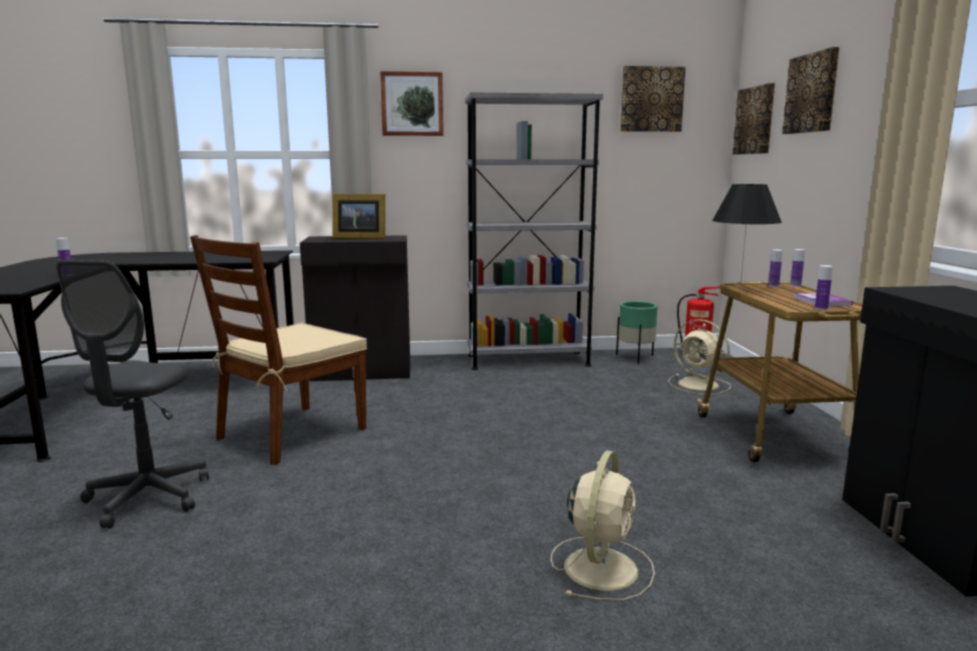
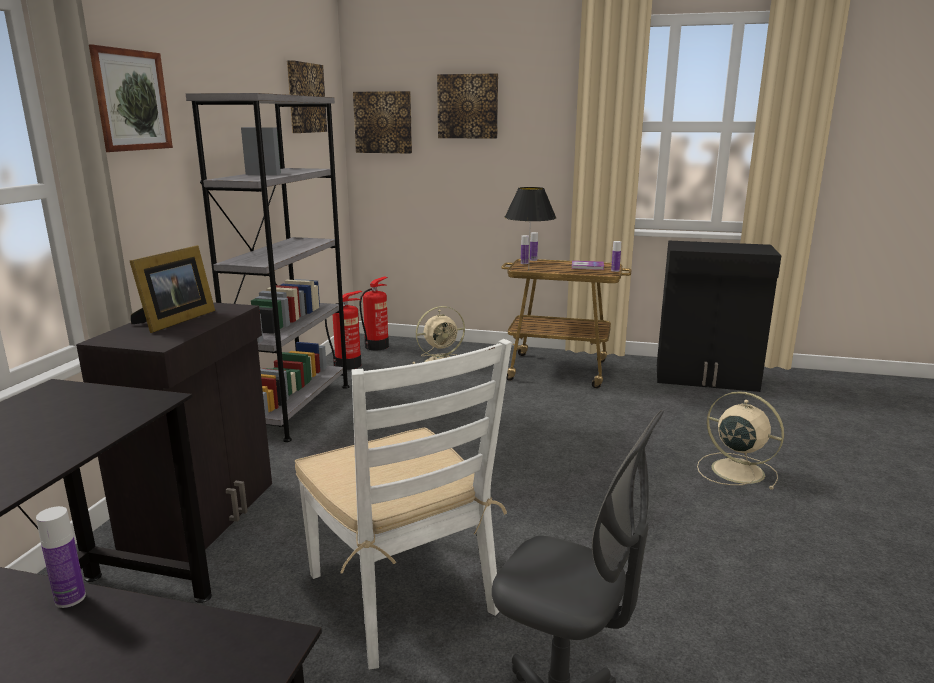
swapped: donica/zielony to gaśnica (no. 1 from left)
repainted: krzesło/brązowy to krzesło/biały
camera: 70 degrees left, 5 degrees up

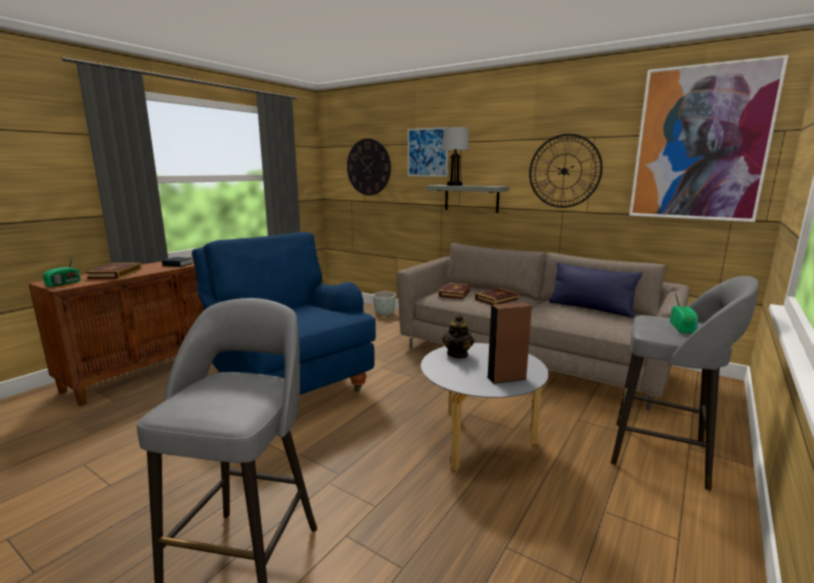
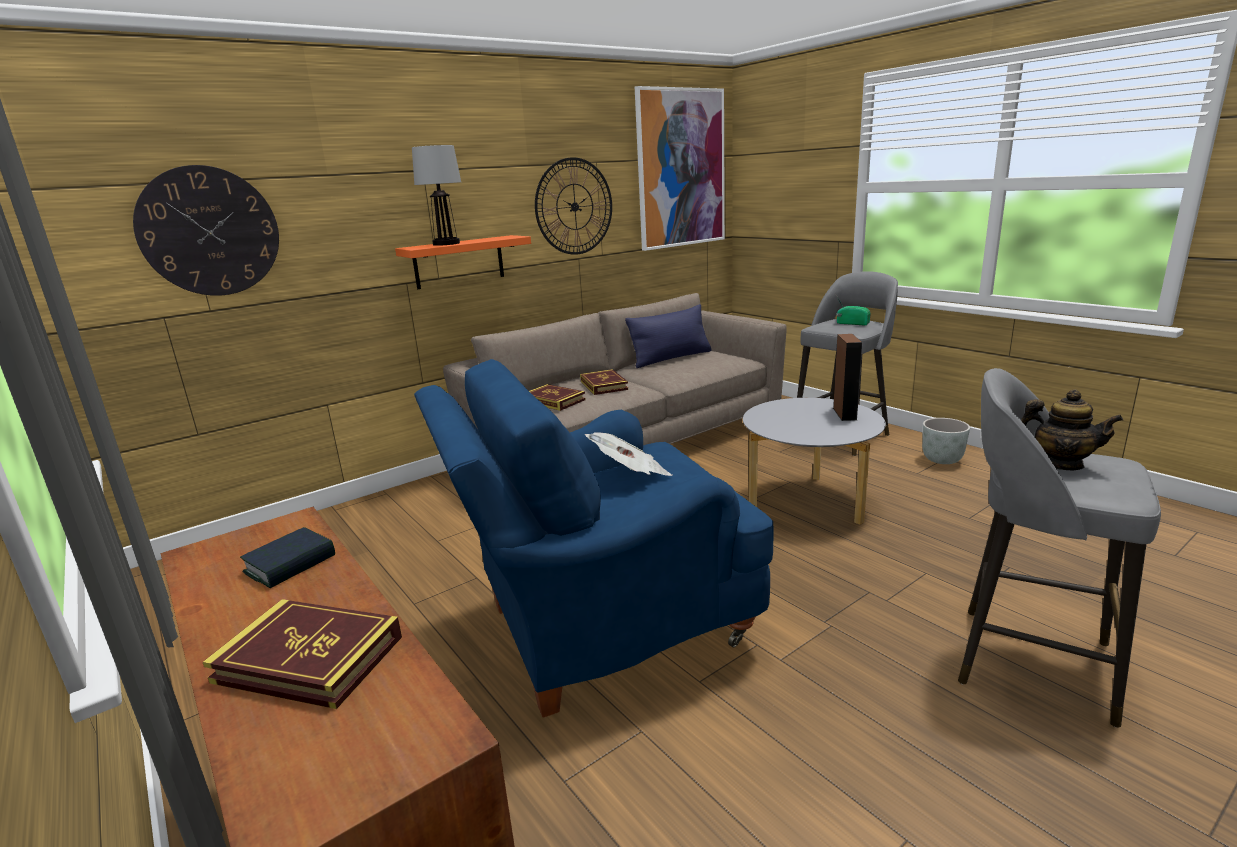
gone: radio (no. 1 from left); obraz (no. 1 from left)
new: gazeta
shifted: donica/szary; imbryk
repainted: półka/szary to półka/pomarańczowy
camera: 70 degrees left, 5 degrees up

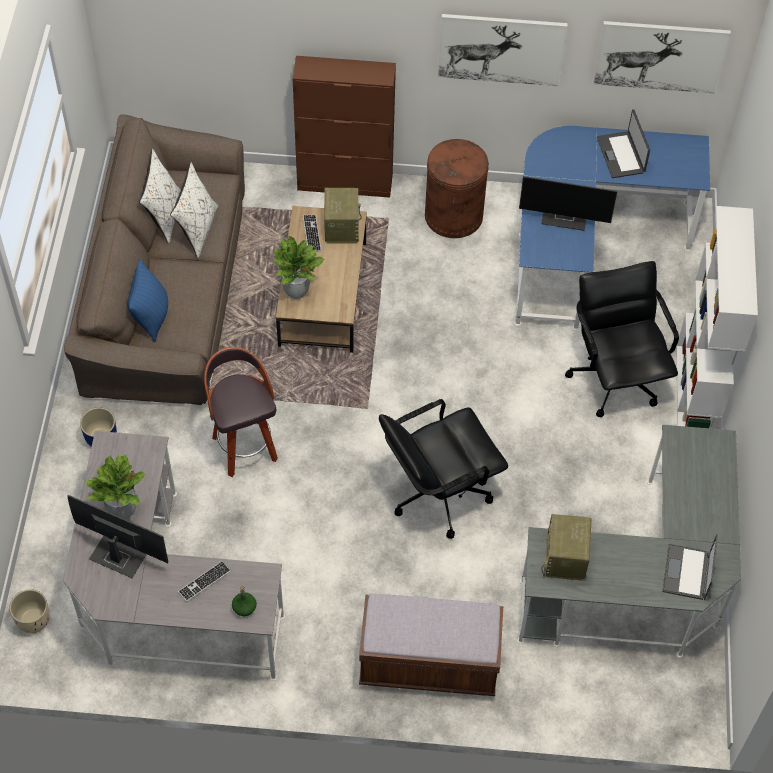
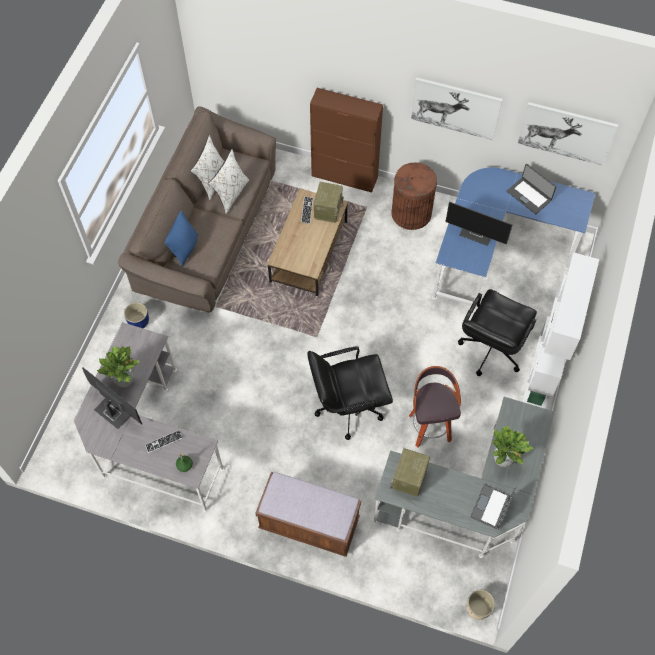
shifted: donica/beżowy; stołek; roślina doniczkowa (no. 2 from left)
rotated: krzesło biurowe/czarny (no. 2 from left) 150 degrees counterclockwise; laptop (no. 1 from left in the first image) 45 degrees counterclockwise
camera: 15 degrees right, 5 degrees up

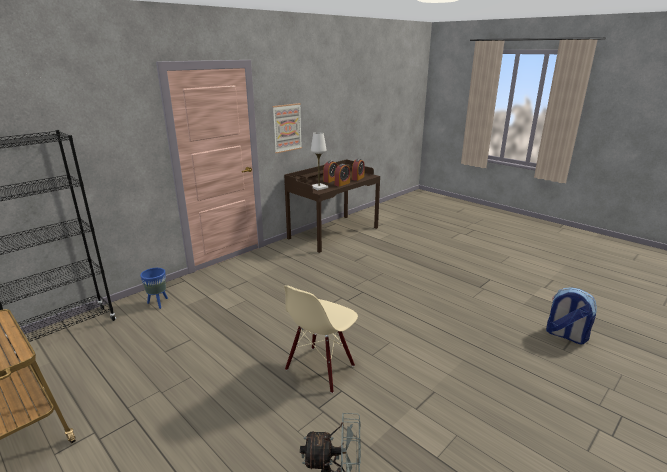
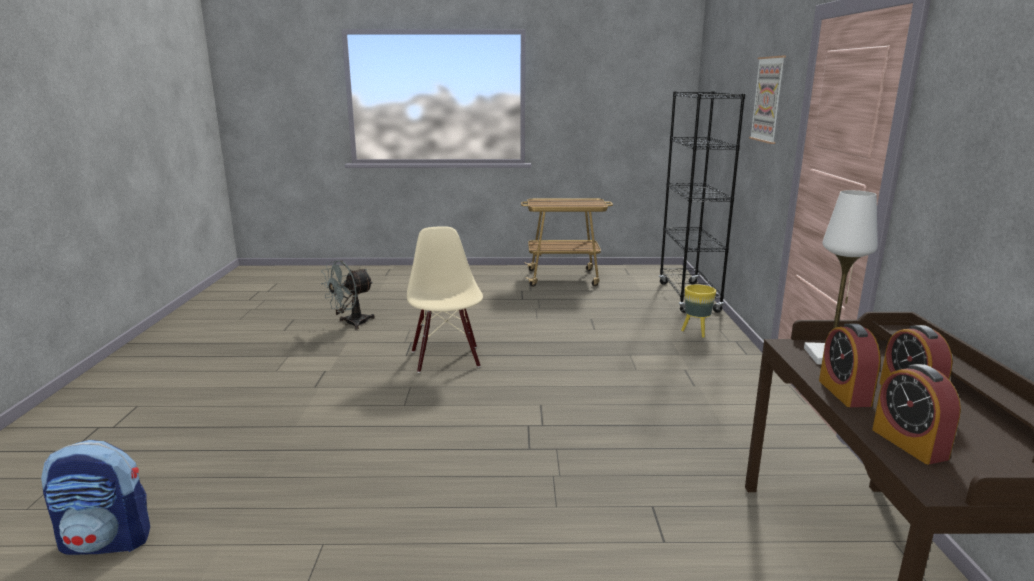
shifted: obraz
repainted: donica/niebieski to donica/żółty
camera: 135 degrees right, 5 degrees down

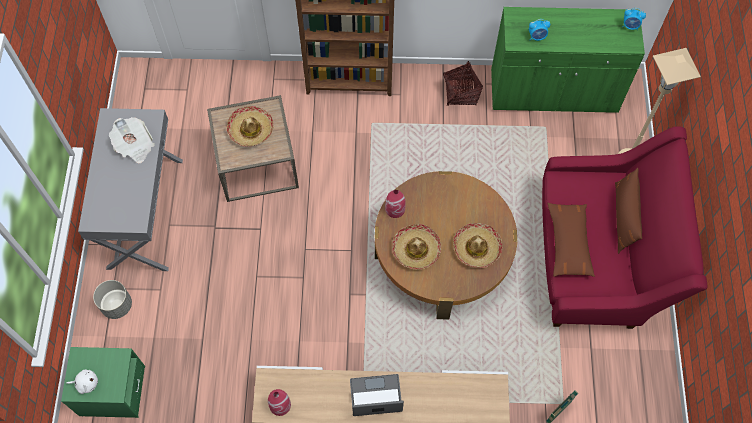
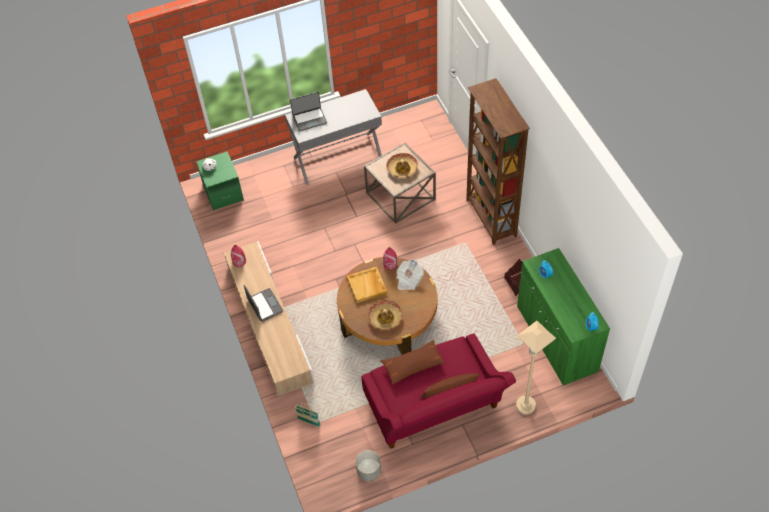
new: laptop (no. 2 from left)
shifted: donica/szary; gazeta
swapped: kapelusz (no. 2 from left) to taca/beżowy
camera: 70 degrees right, 10 degrees down

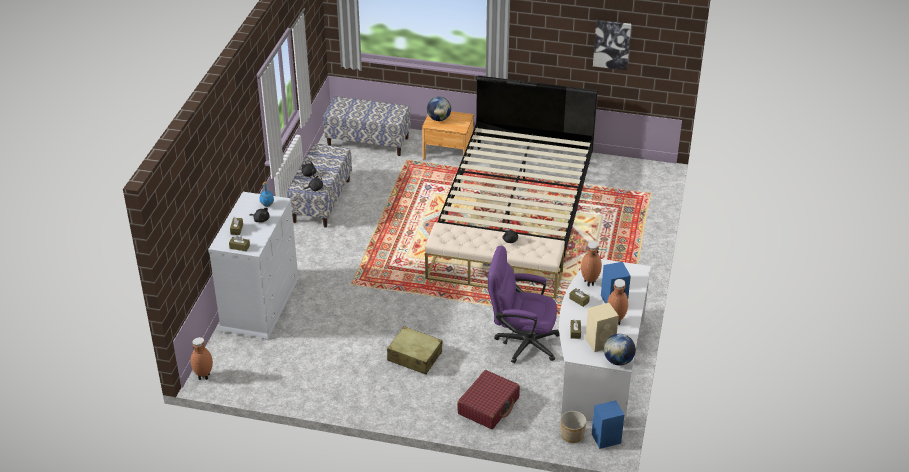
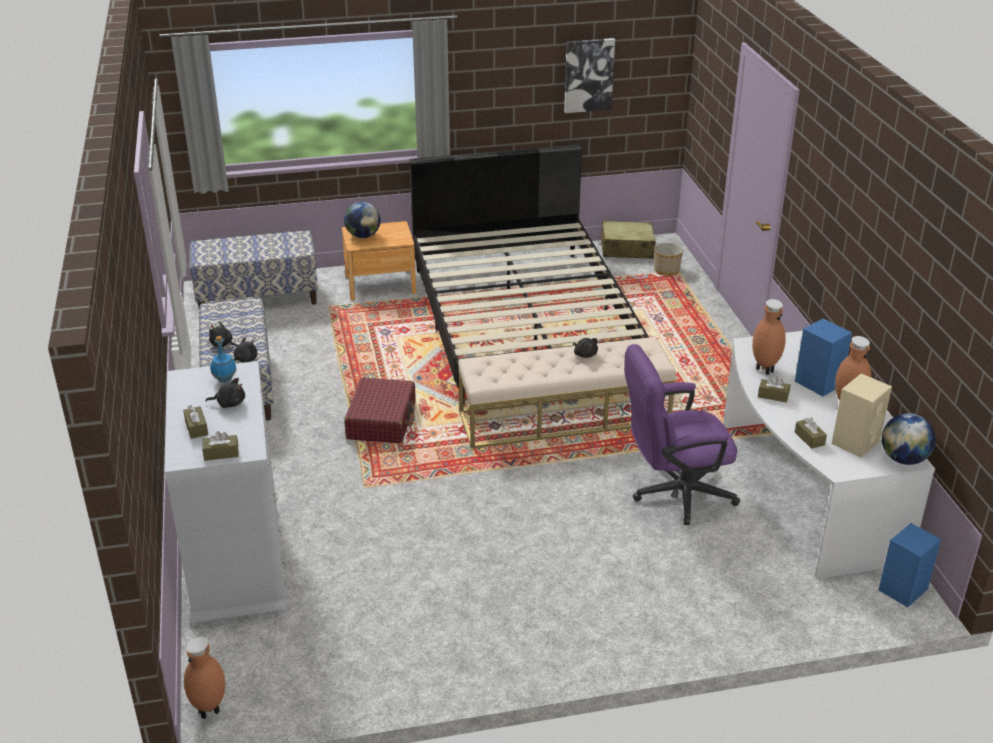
shifted: walizka/beżowy; walizka/czerwony; donica
camera: 25 degrees left, 5 degrees down

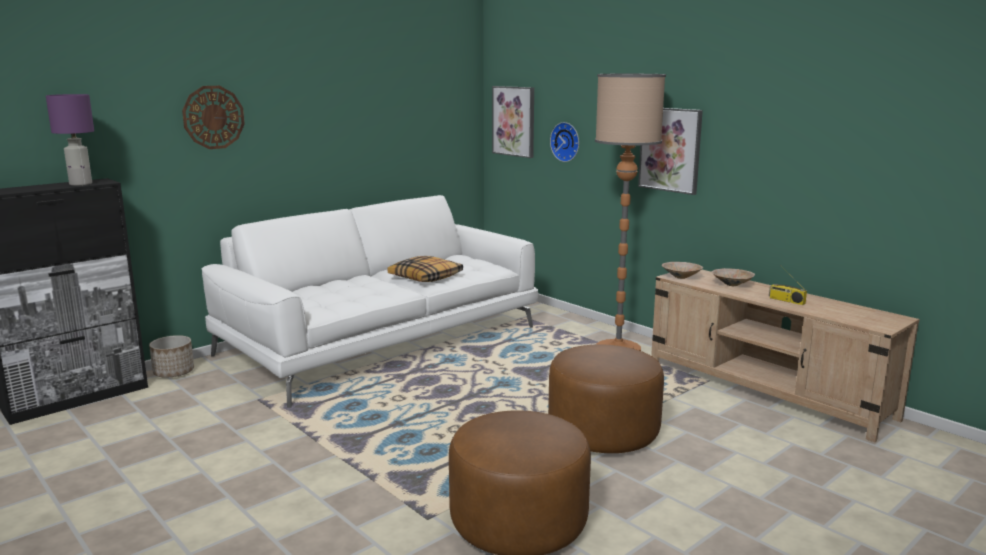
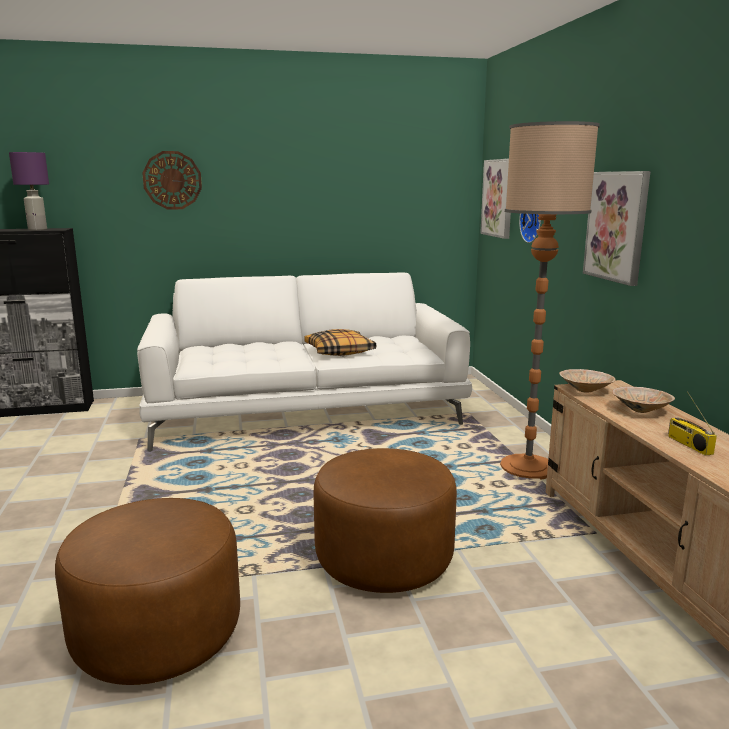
gone: donica
camera: 30 degrees right, 0 degrees up

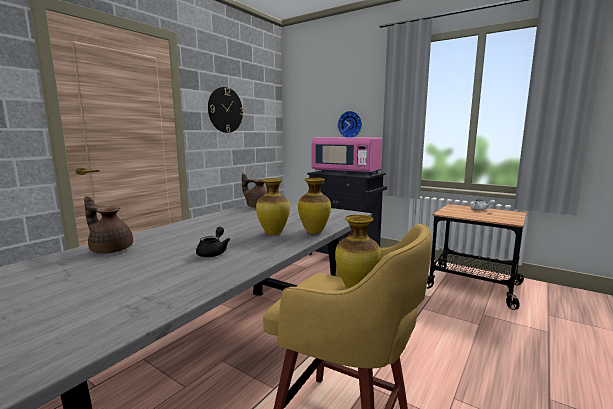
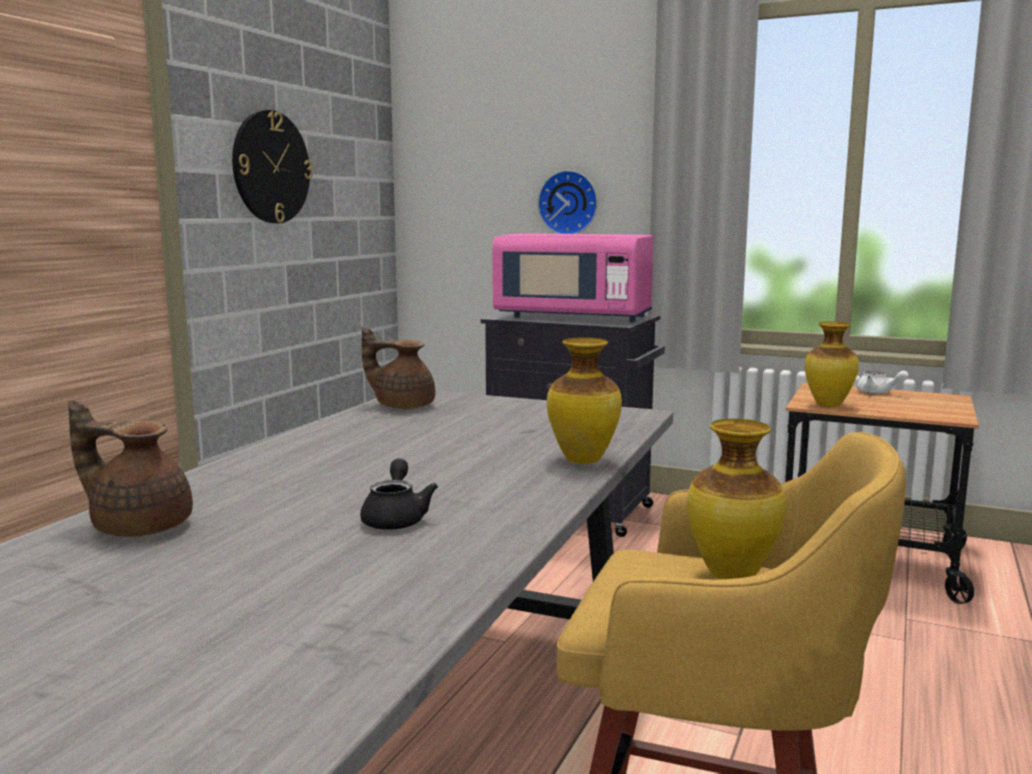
shifted: wazon (no. 1 from left in the first image) to wazon (no. 3 from left)
camera: 10 degrees left, 0 degrees up

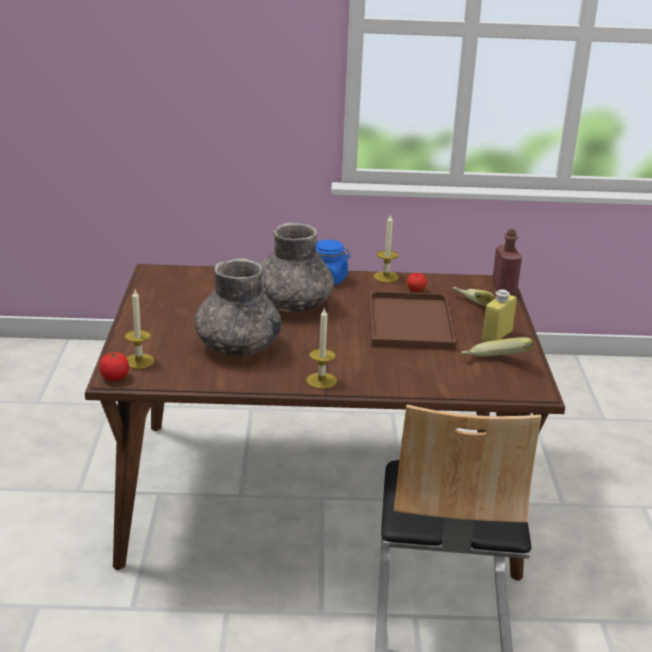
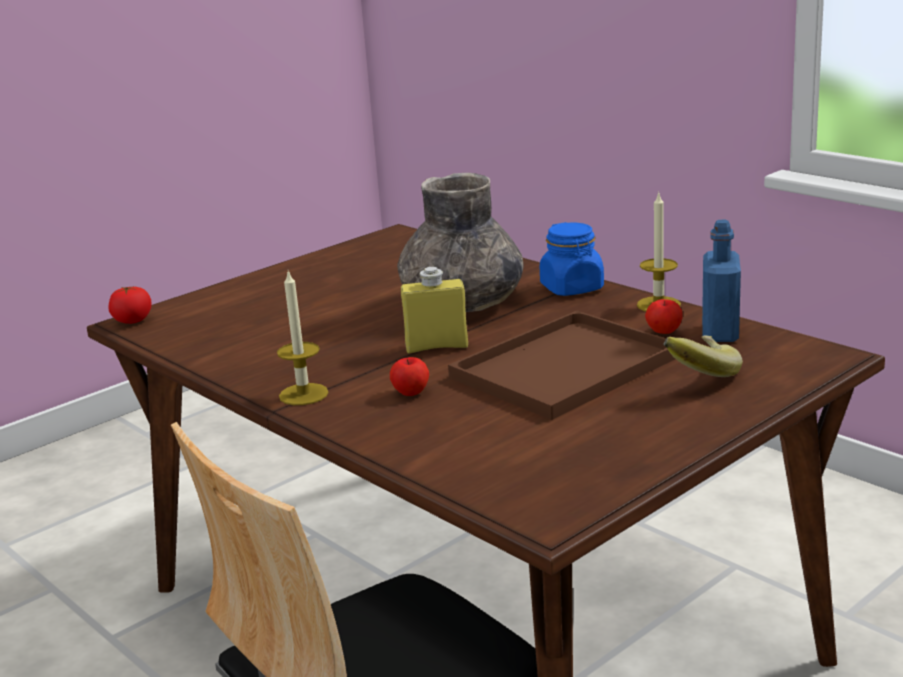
gone: świeca (no. 1 from left); wazon/szary (no. 1 from left); banan (no. 2 from left); butelka/czerwony
new: jabłko (no. 1 from left); butelka/niebieski
shifted: butelka/żółty
camera: 50 degrees right, 5 degrees down

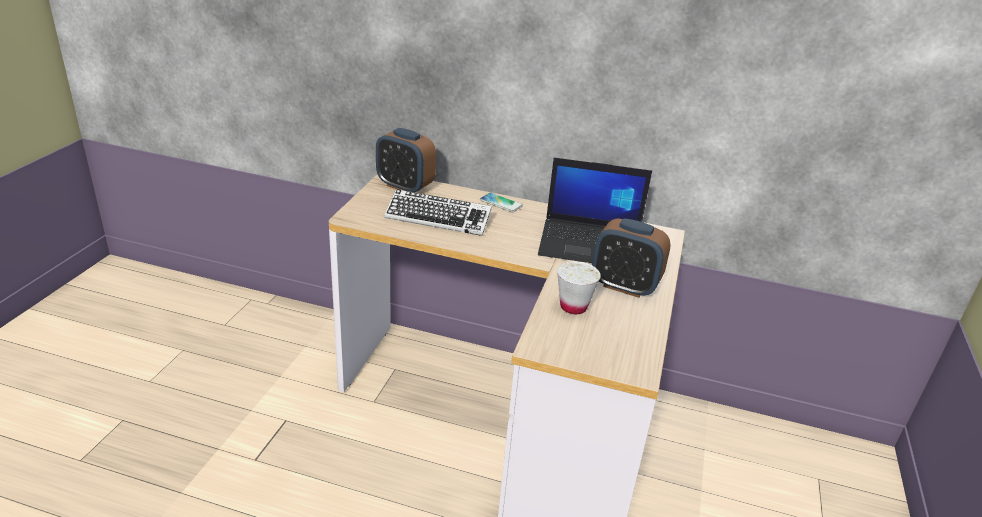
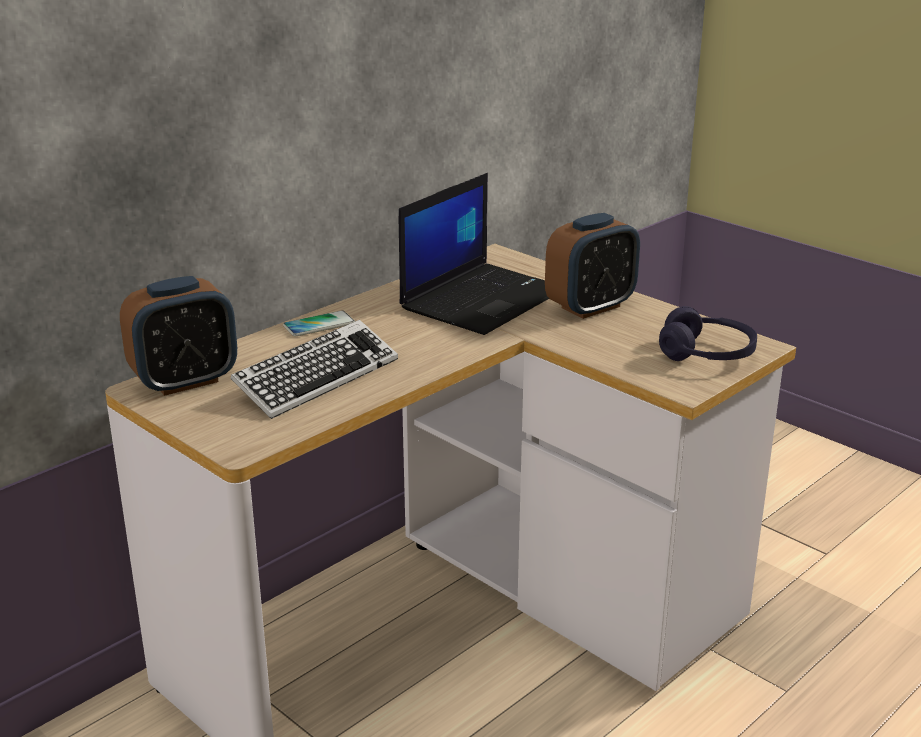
gone: filiżanka/biały
new: słuchawki/fioletowy
camera: 60 degrees left, 5 degrees down

